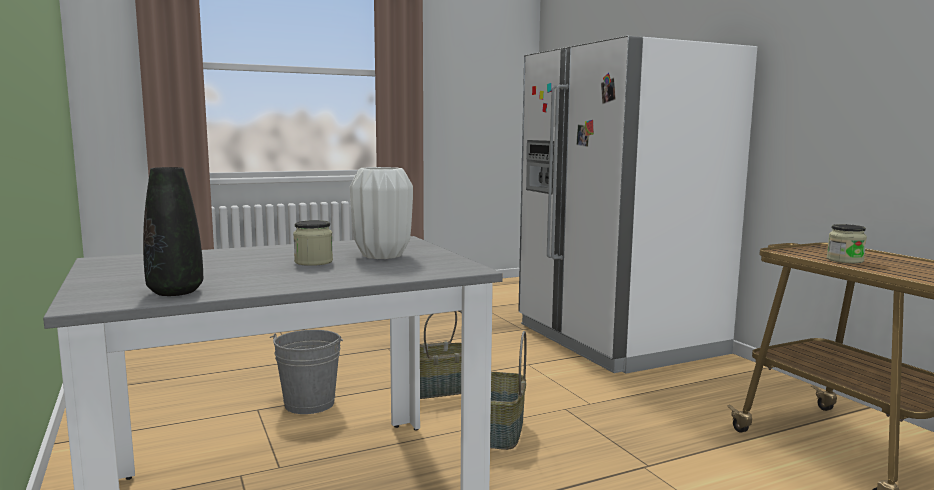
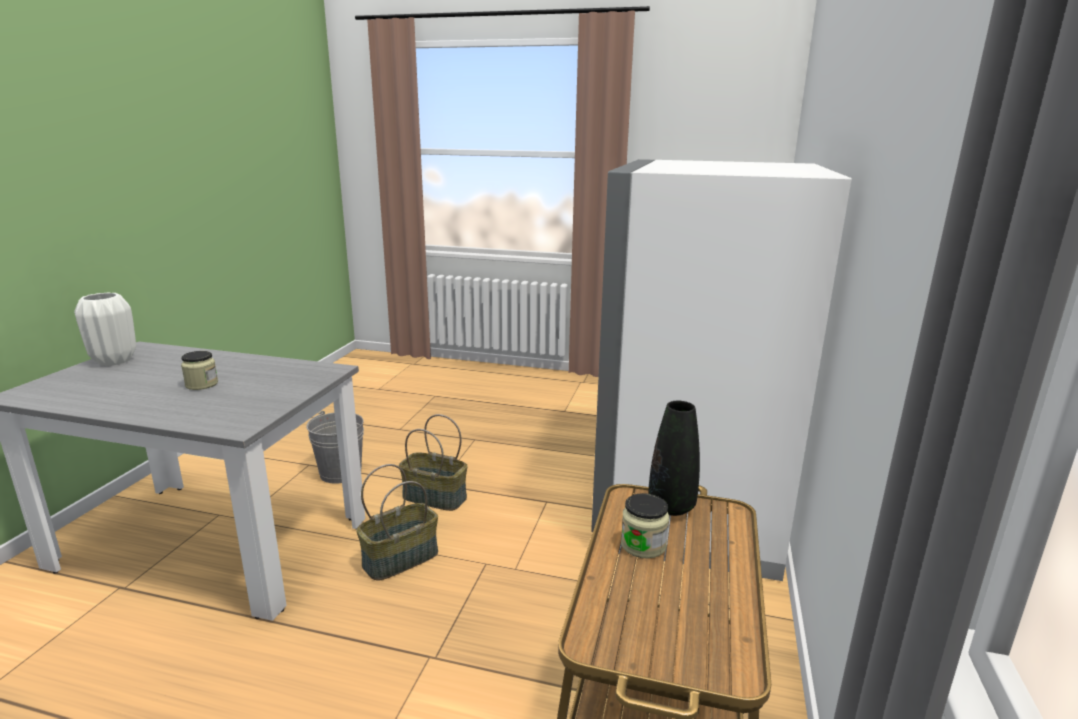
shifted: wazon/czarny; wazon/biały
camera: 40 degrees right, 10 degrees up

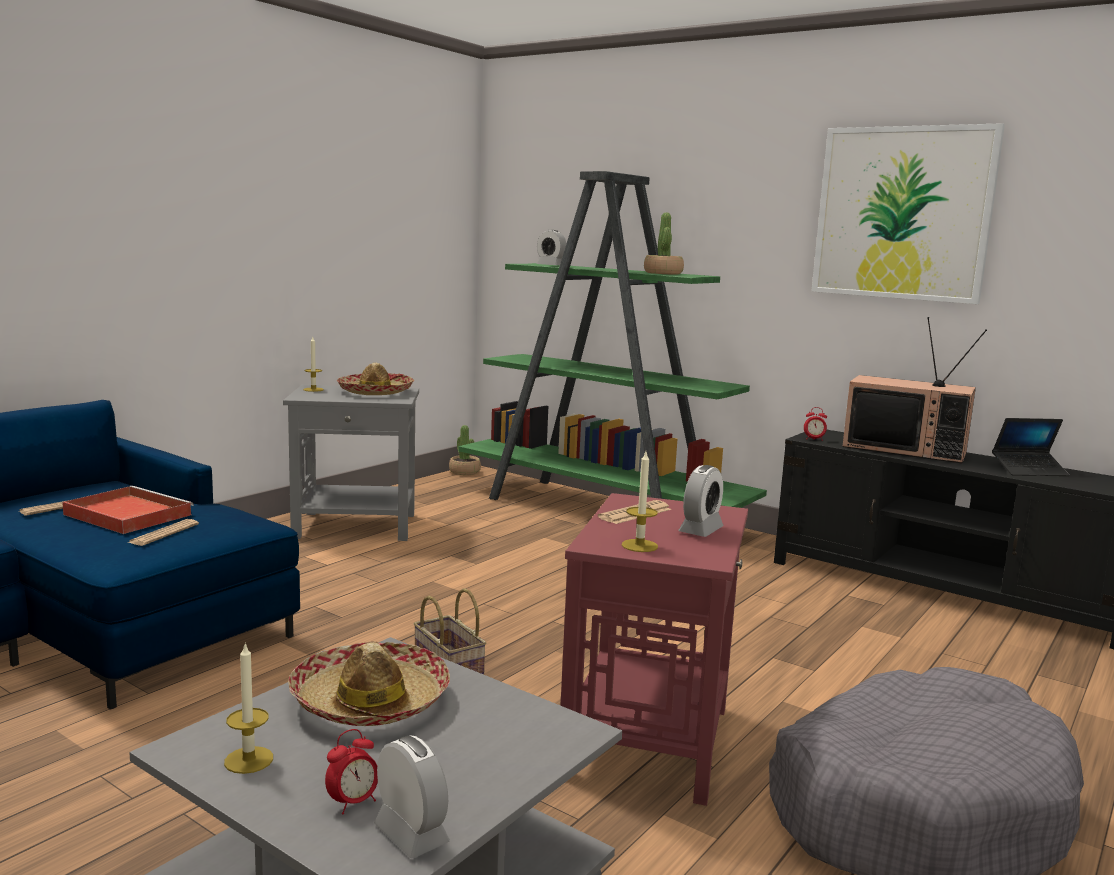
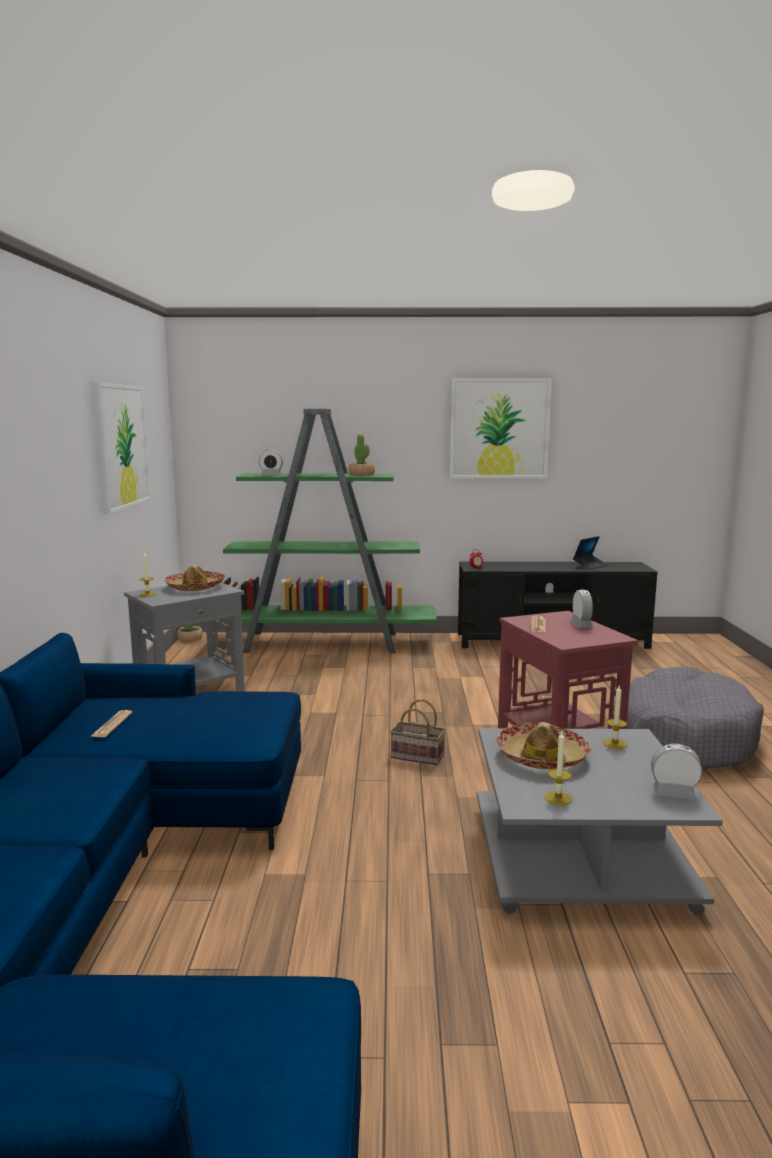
gone: taca/czerwony; gazeta (no. 2 from left); budzik (no. 1 from left); telewizor
new: obraz (no. 1 from left)
shifted: świeca (no. 3 from left)
camera: 35 degrees left, 0 degrees up

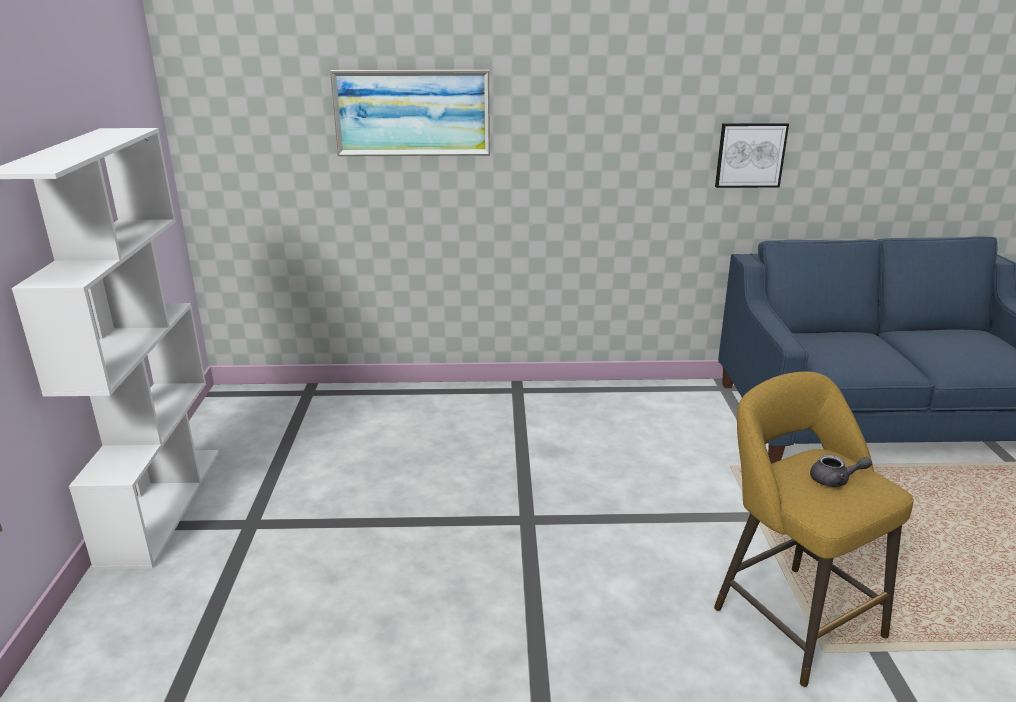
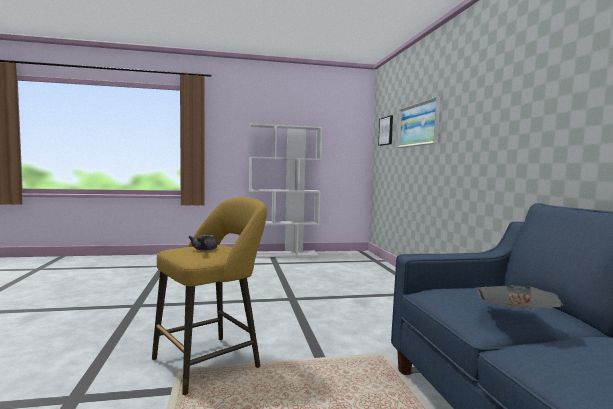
new: gazeta
shifted: obraz (no. 2 from left in the first image) to obraz (no. 1 from left)
camera: 80 degrees right, 20 degrees down

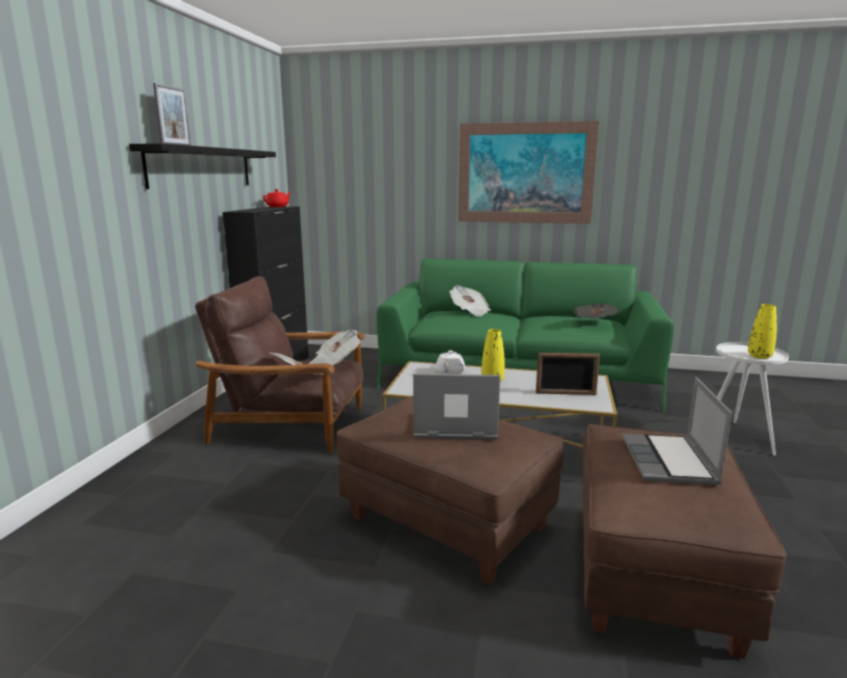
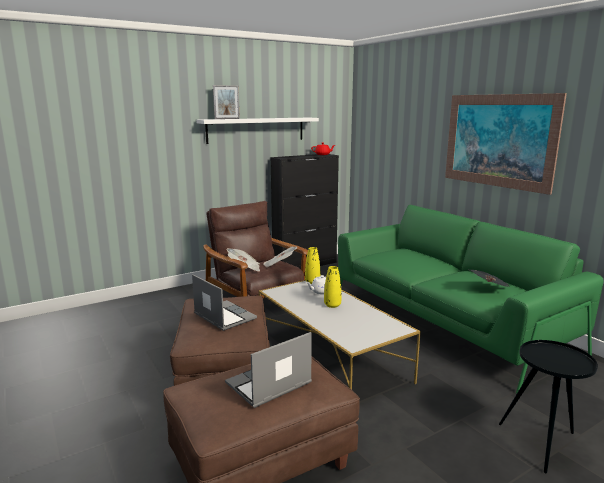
gone: gazeta (no. 3 from left); ramka na zdjęcie (no. 2 from left)
shifted: wazon/żółty (no. 2 from left in the first image) to wazon/żółty (no. 1 from left)
repainted: półka/czarny to półka/biały; stolik/biały to stolik/czarny
camera: 45 degrees right, 0 degrees up

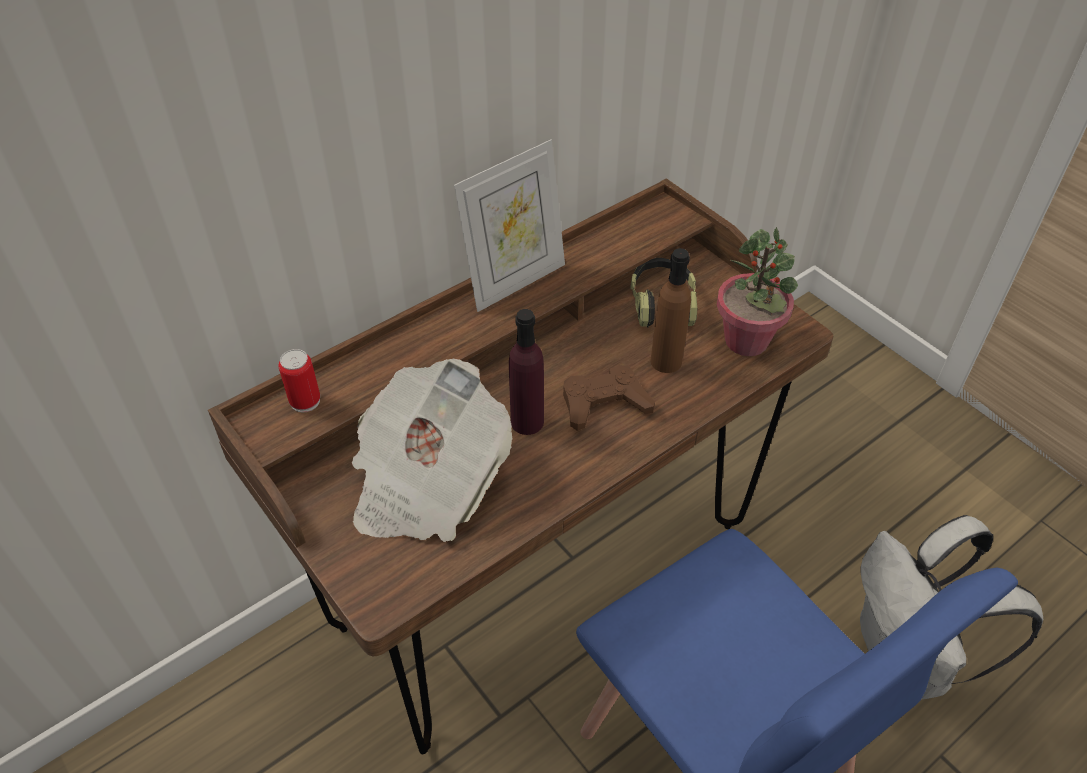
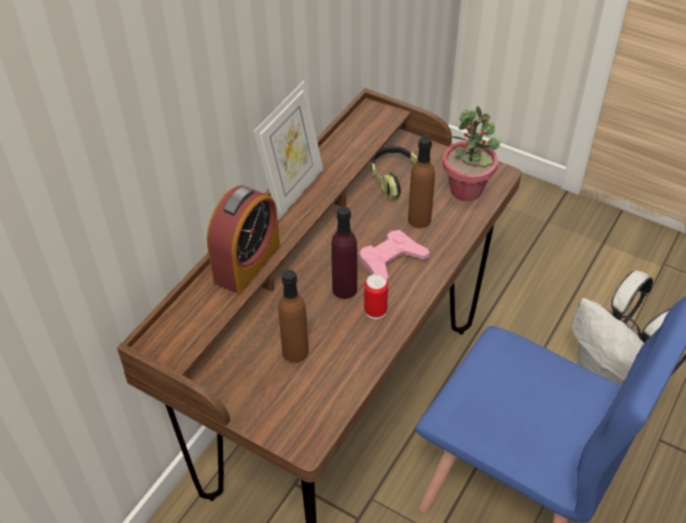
new: budzik
shifted: puszka
swapped: gazeta to butelka/brązowy (no. 1 from left)
repainted: pad do gier/brązowy to pad do gier/różowy
camera: 20 degrees left, 0 degrees up

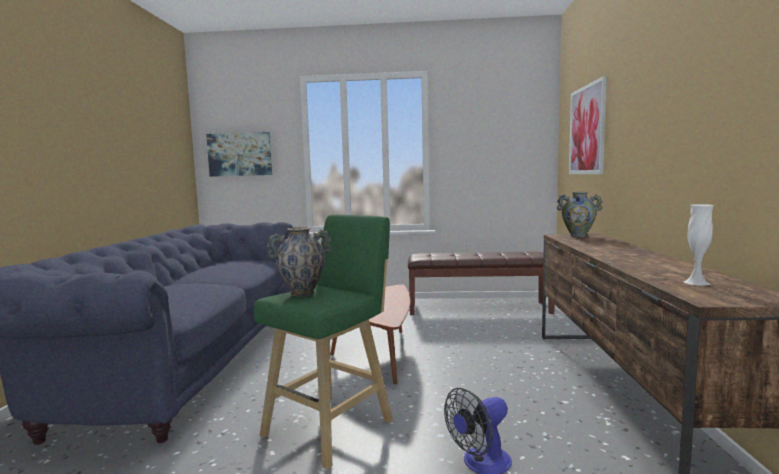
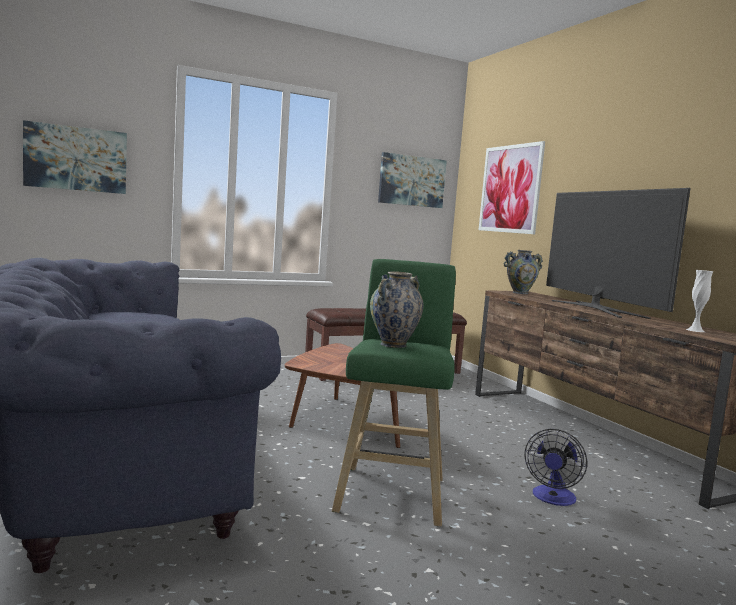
new: obraz (no. 2 from left); telewizor
camera: 30 degrees left, 0 degrees up

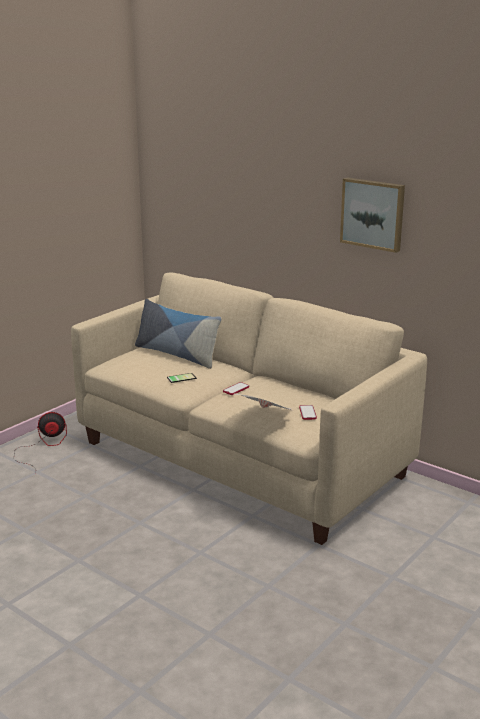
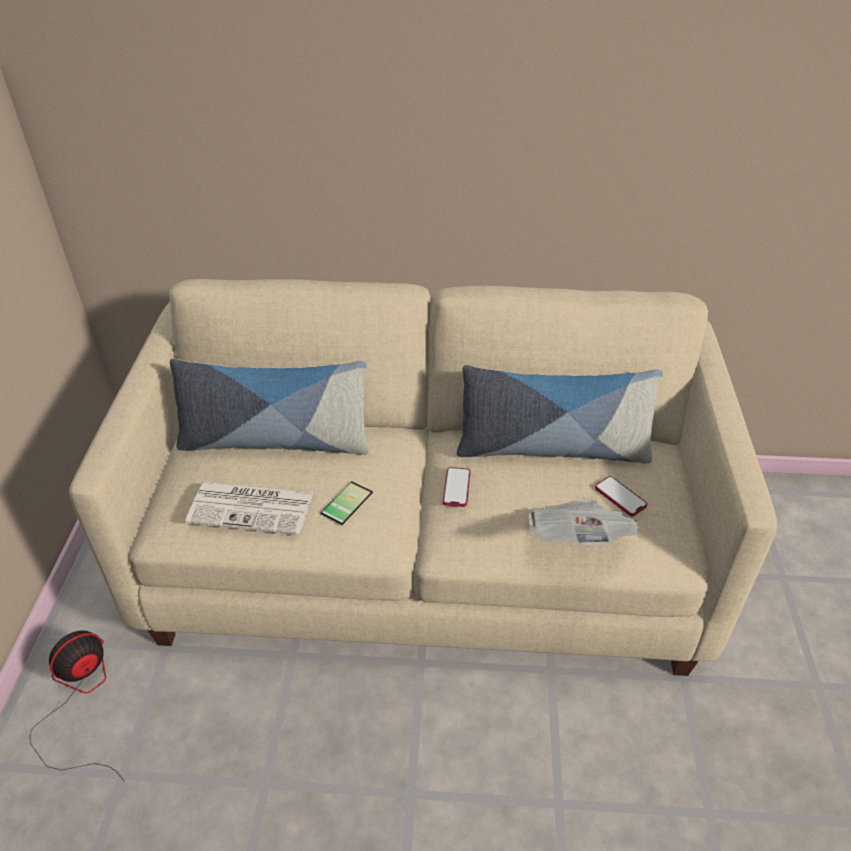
gone: obraz
new: gazeta (no. 1 from left); poduszka (no. 2 from left)
camera: 35 degrees left, 20 degrees up

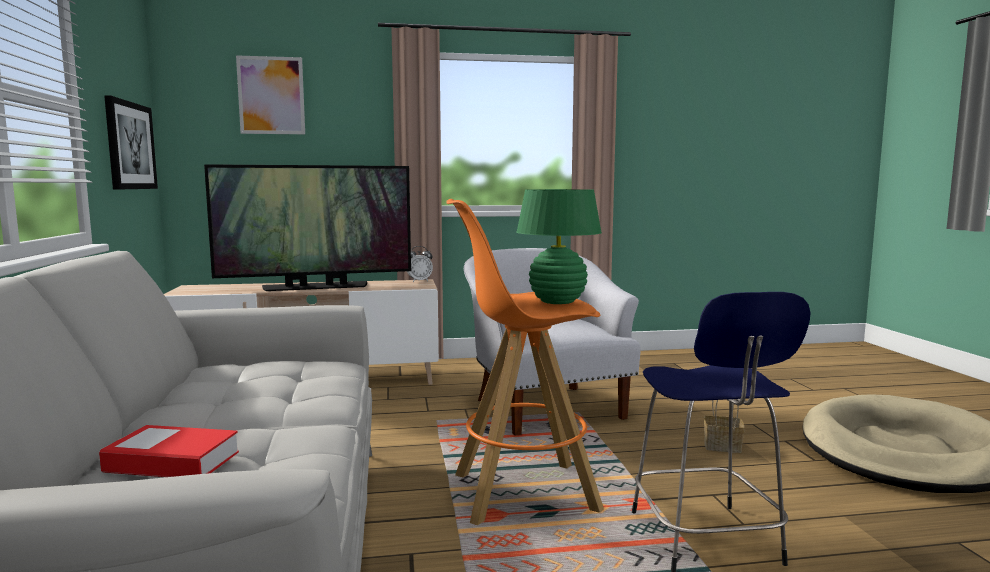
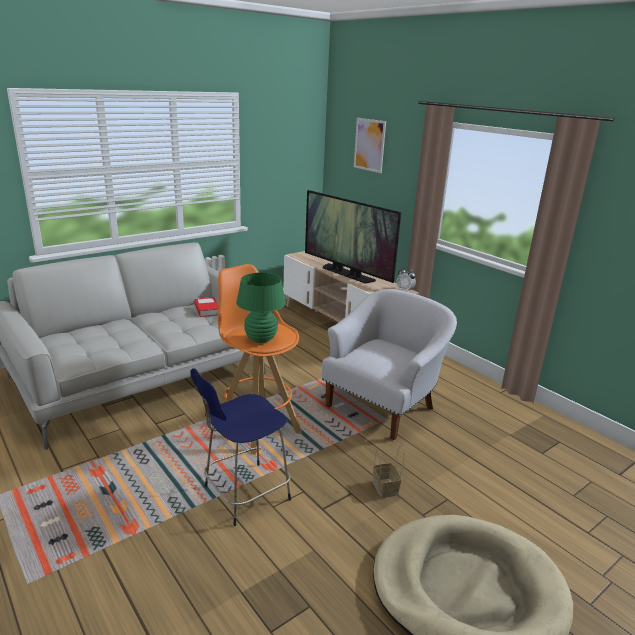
gone: obraz (no. 1 from left)
shifted: książka
camera: 60 degrees right, 15 degrees up

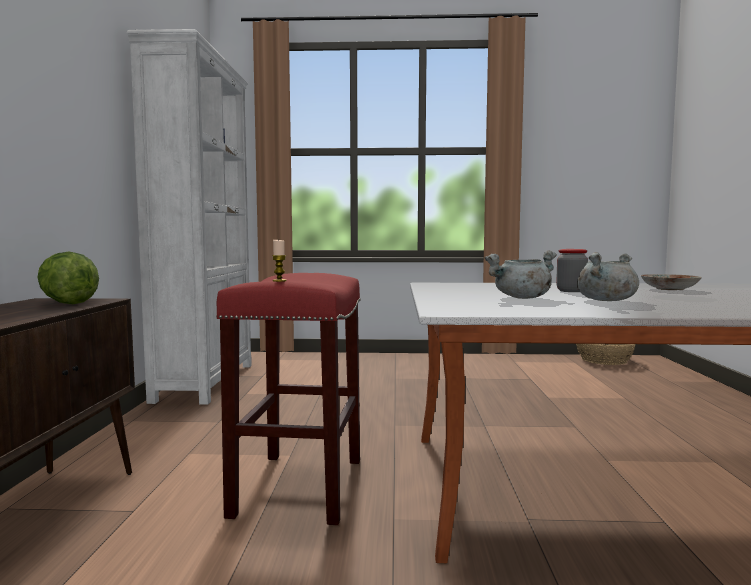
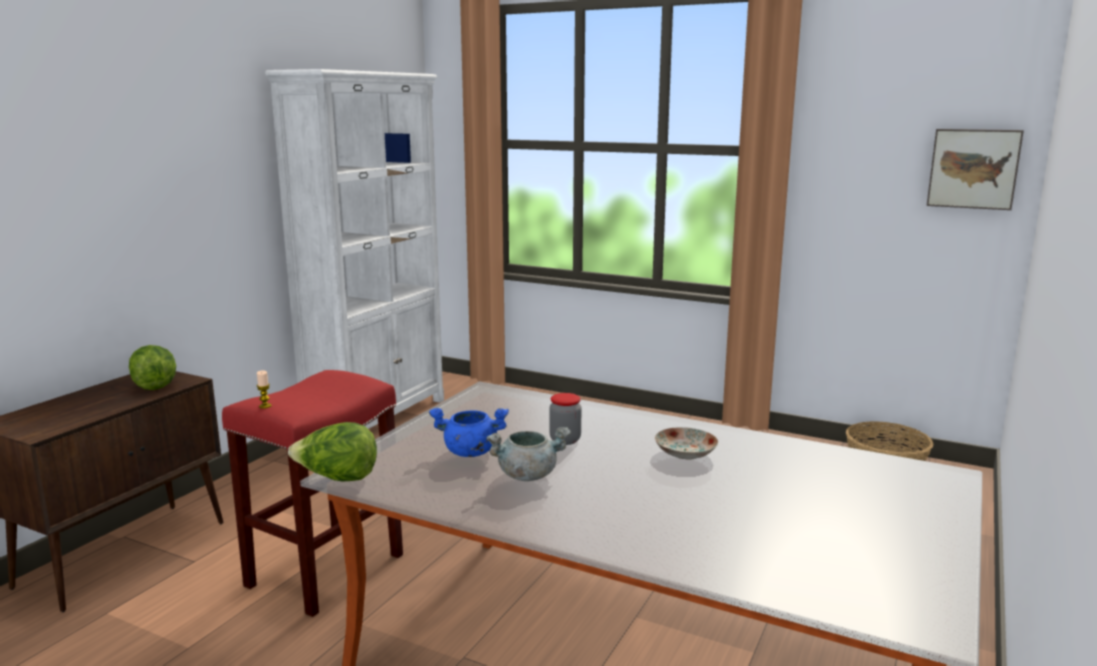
new: sałata (no. 2 from left); obraz
repainted: garnek/szary (no. 1 from left) to garnek/niebieski
camera: 25 degrees right, 10 degrees up

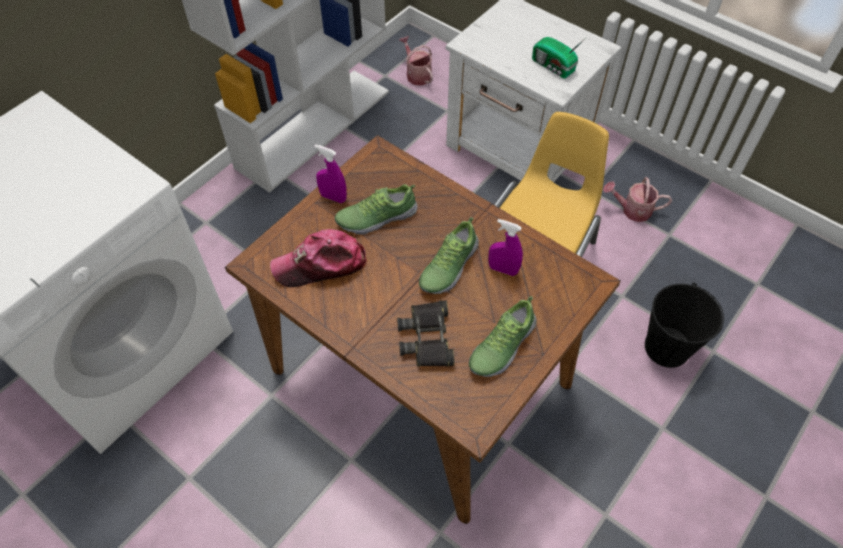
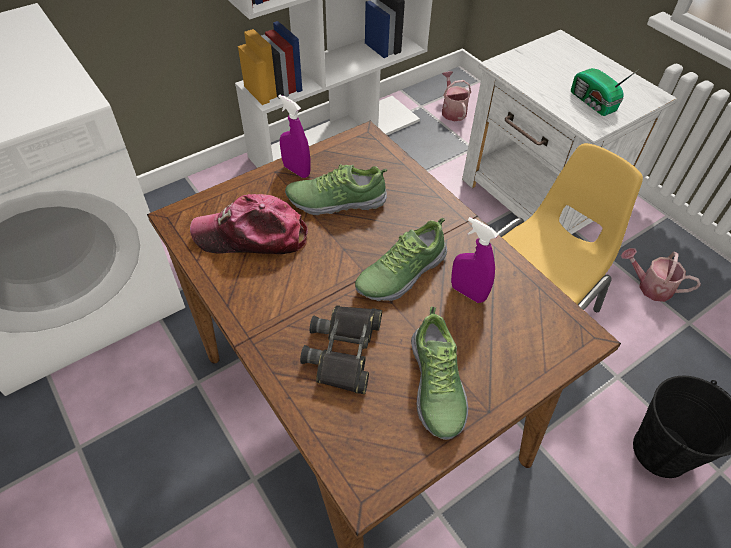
rotated: but (no. 3 from left) 60 degrees counterclockwise
camera: 15 degrees right, 5 degrees down

